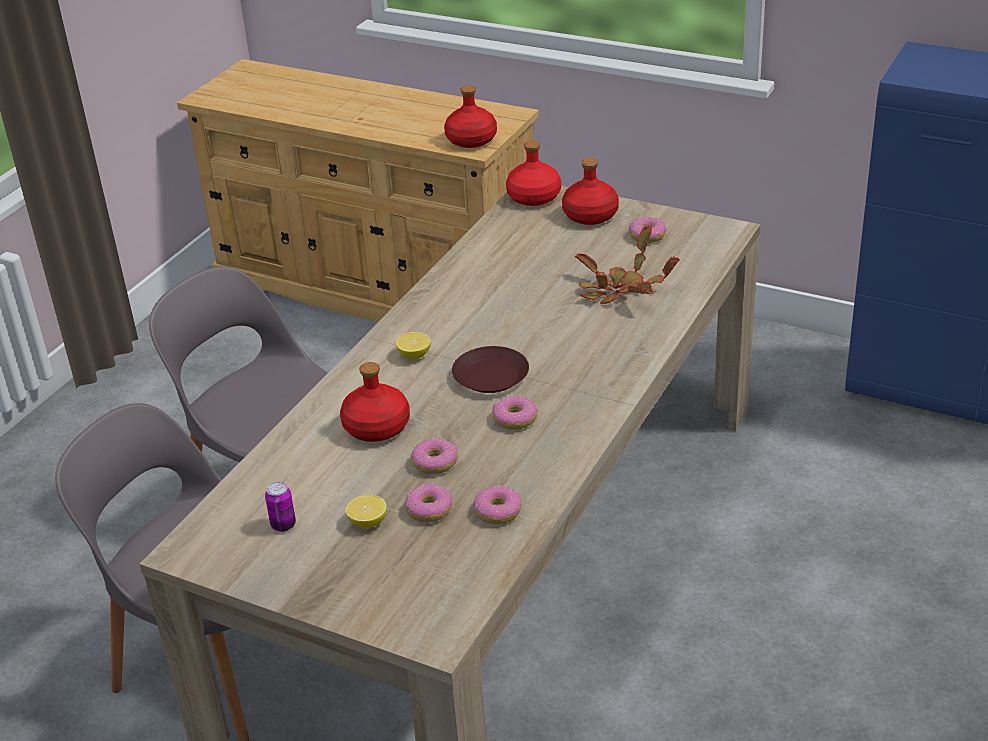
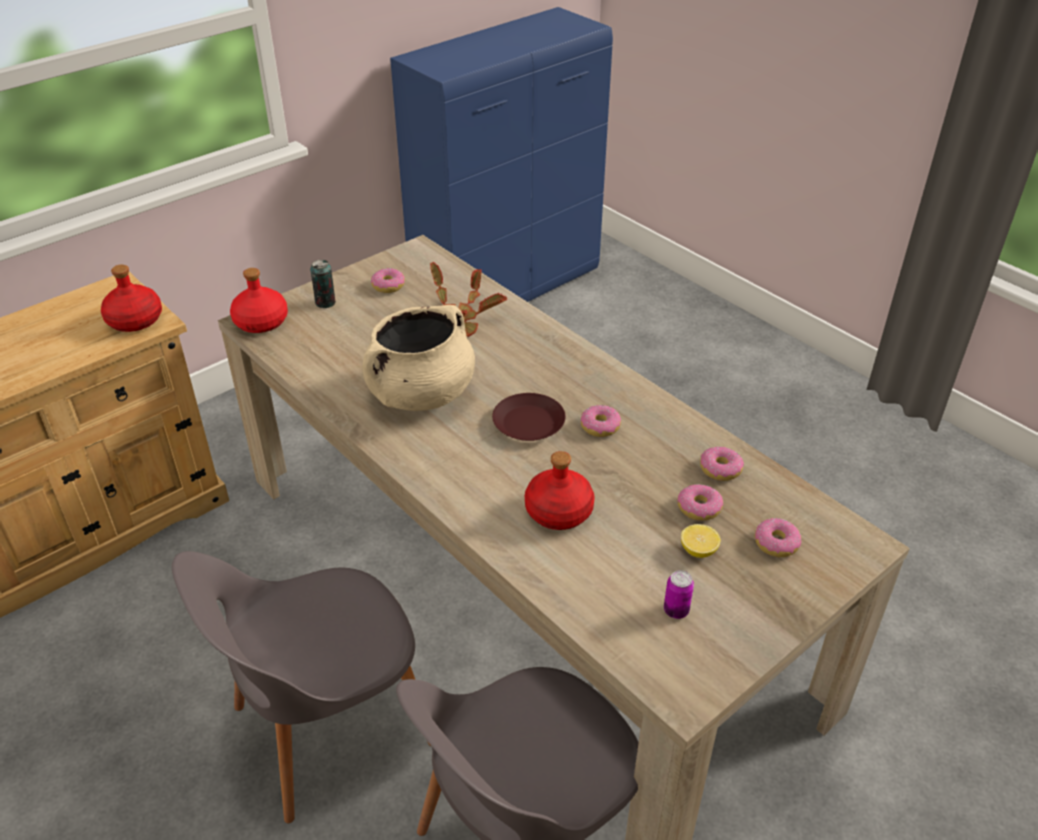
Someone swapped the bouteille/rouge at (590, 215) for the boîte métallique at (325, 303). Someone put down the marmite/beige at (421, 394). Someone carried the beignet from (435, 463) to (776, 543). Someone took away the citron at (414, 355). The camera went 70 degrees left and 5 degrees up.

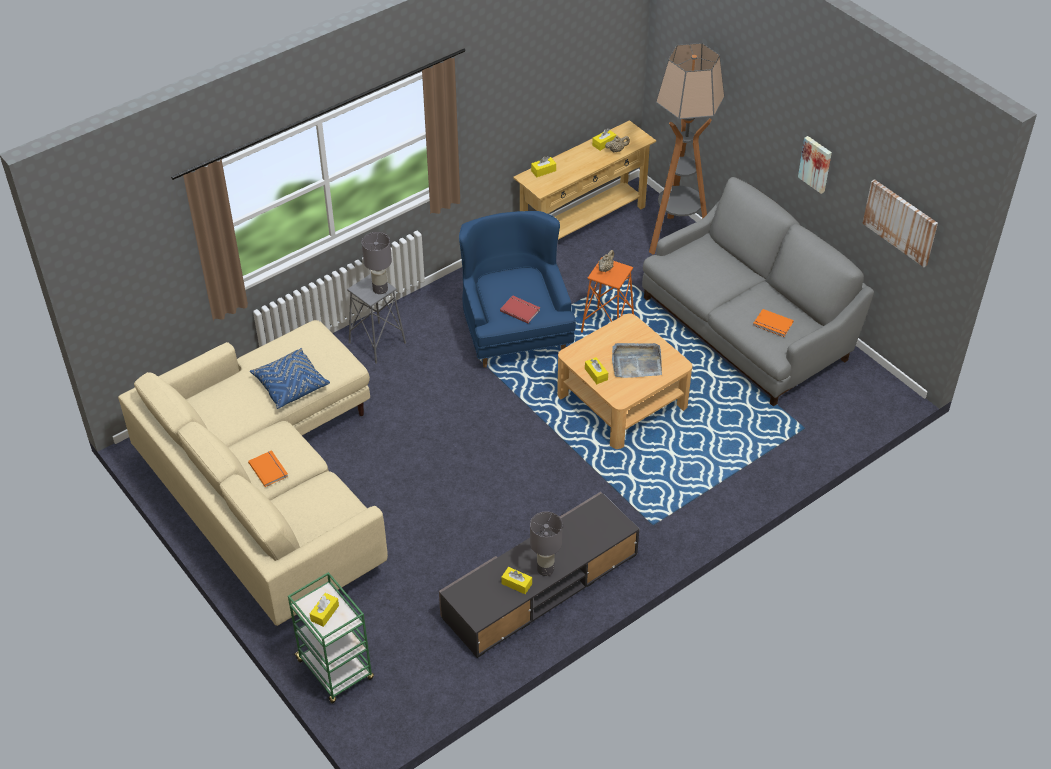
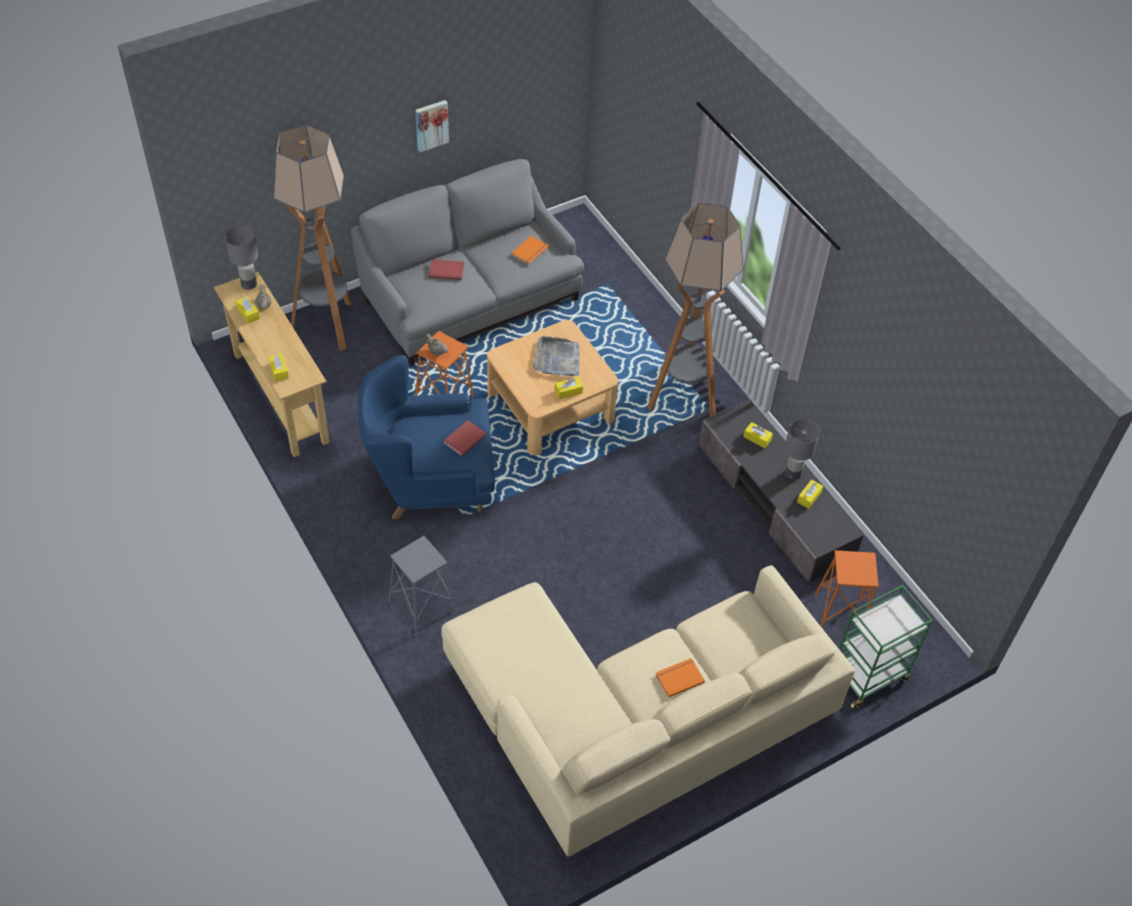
Someone carried the lampe de table/gris from (380, 289) to (249, 284). Someone put down the livre/rouge at (446, 270). Someone put down the lampadaire at (683, 400). Someone carried the boîte à mouchoirs/jaune from (324, 613) to (757, 438). Someone put down the tabouret/orange at (839, 615). Someone took away the coussin/bleu at (290, 385). Someone took away the tableau at (900, 222). The camera went 85 degrees left and 5 degrees up.

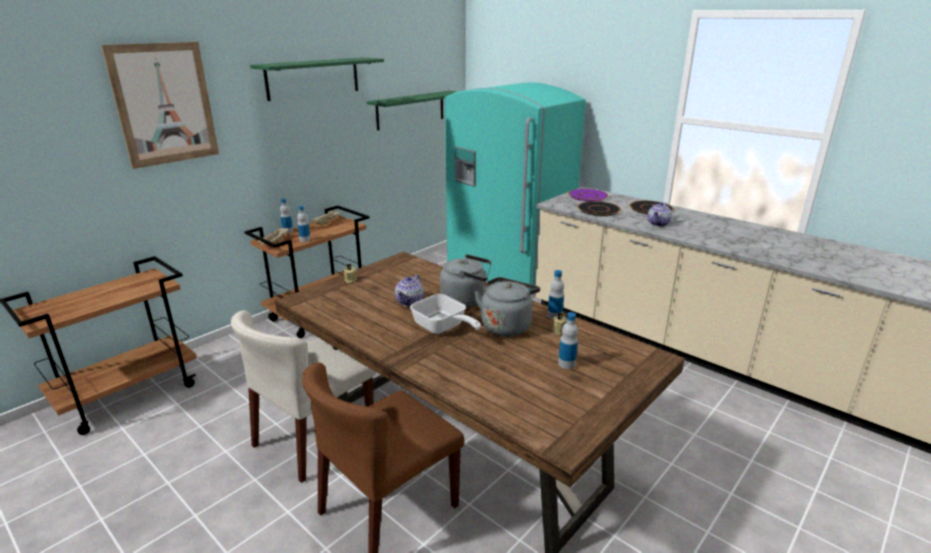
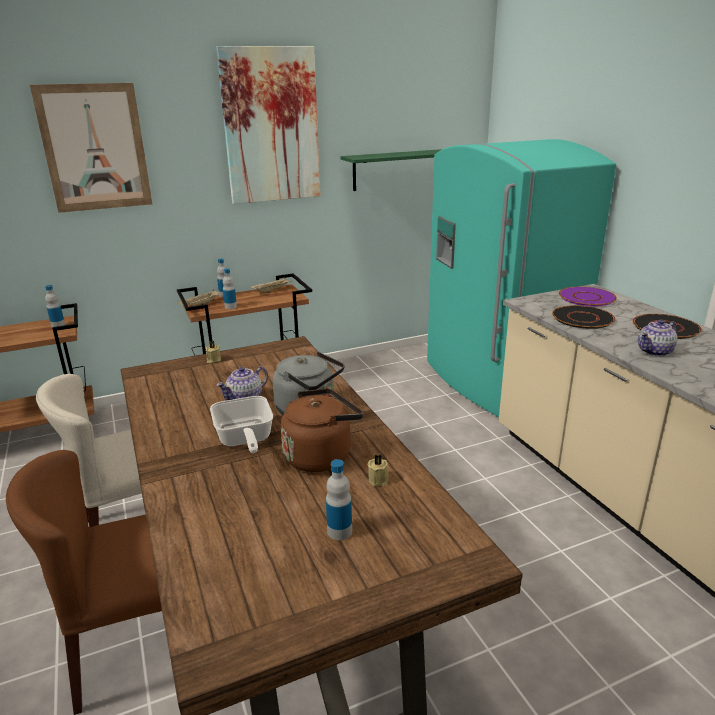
Someone carried the bouteille from (554, 316) to (58, 325). Someone swapped the étagère/vert at (313, 78) for the tableau at (271, 126). Someone repainted the bouilloire/gris at (507, 325), which became the bouilloire/marron at (321, 455). The camera went 25 degrees right and 0 degrees up.

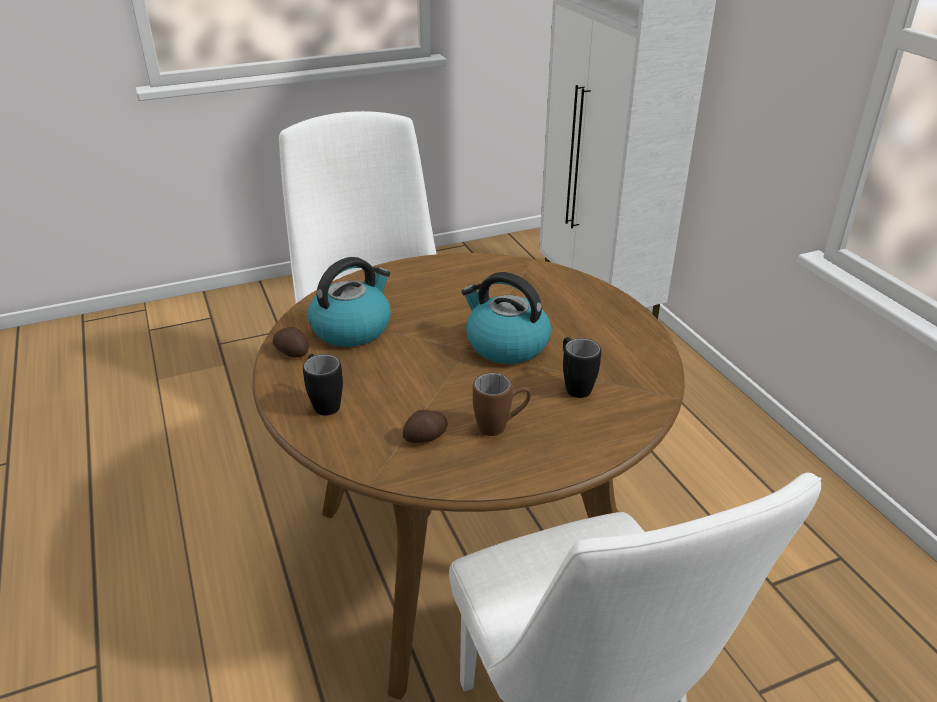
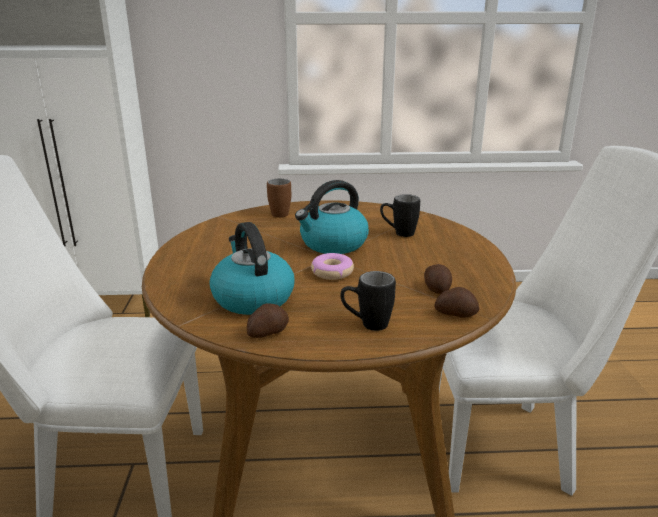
Someone carried the mug/marron from (501, 427) to (281, 212). Someone put down the beignet at (332, 272). Someone put down the pomme de terre at (455, 313). The camera went 70 degrees left and 10 degrees down.

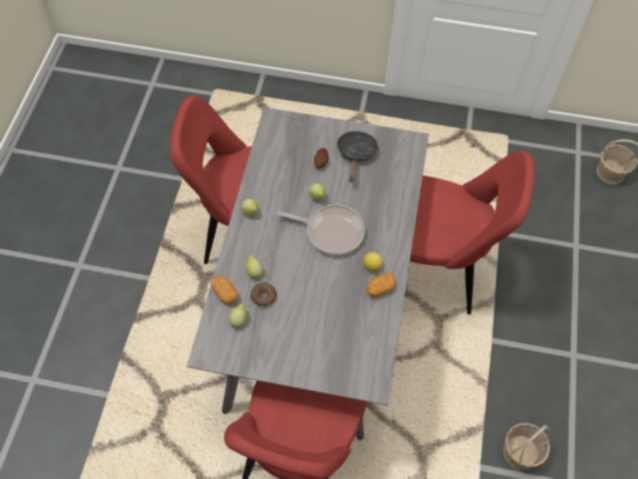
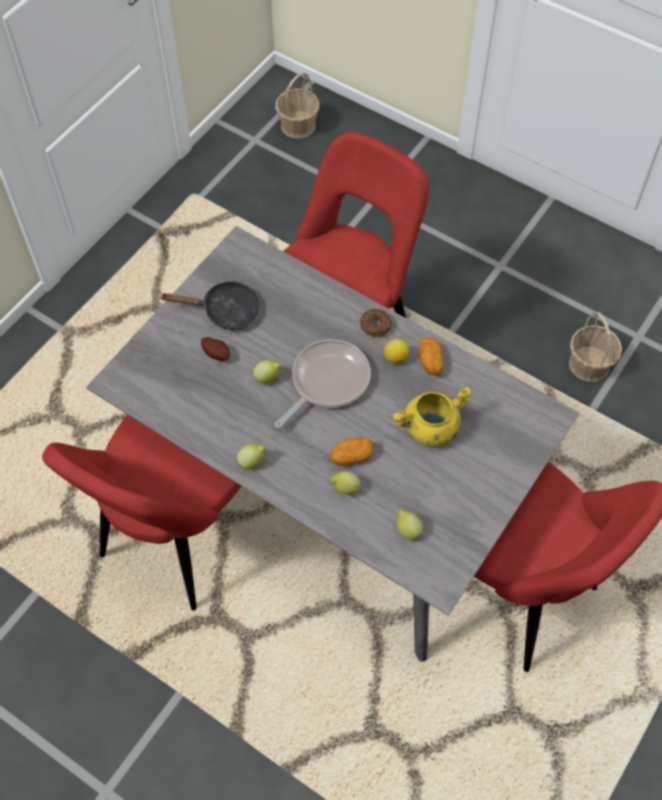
Someone rotated the poêle/noir at (356, 154) by 150 degrees clockwise. Someone carried the pomme de terre from (225, 293) to (351, 456). Someone carried the beignet from (263, 296) to (375, 326). Someone put down the marmite/jaune at (430, 428). The camera went 65 degrees left and 0 degrees up.

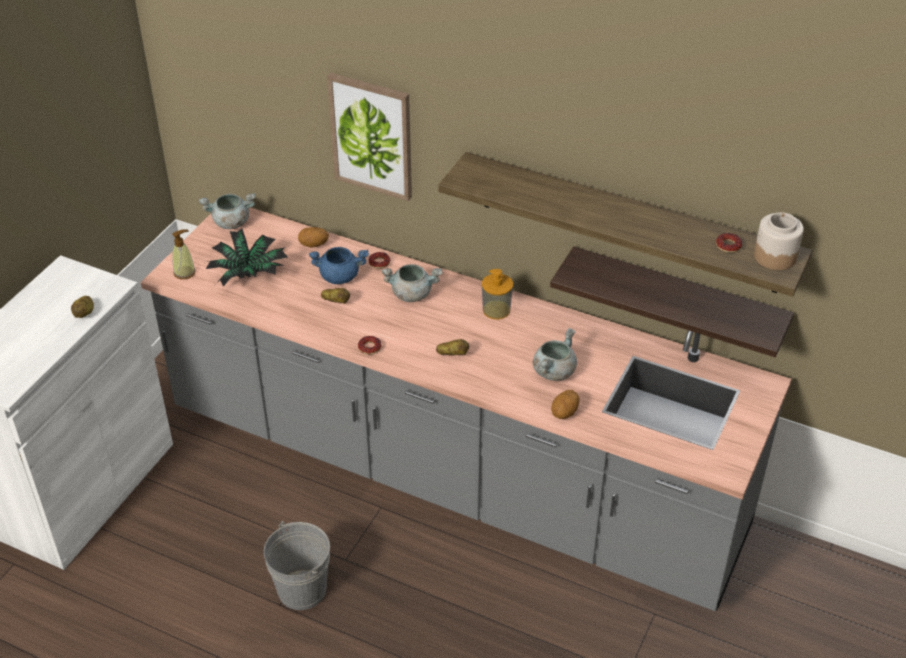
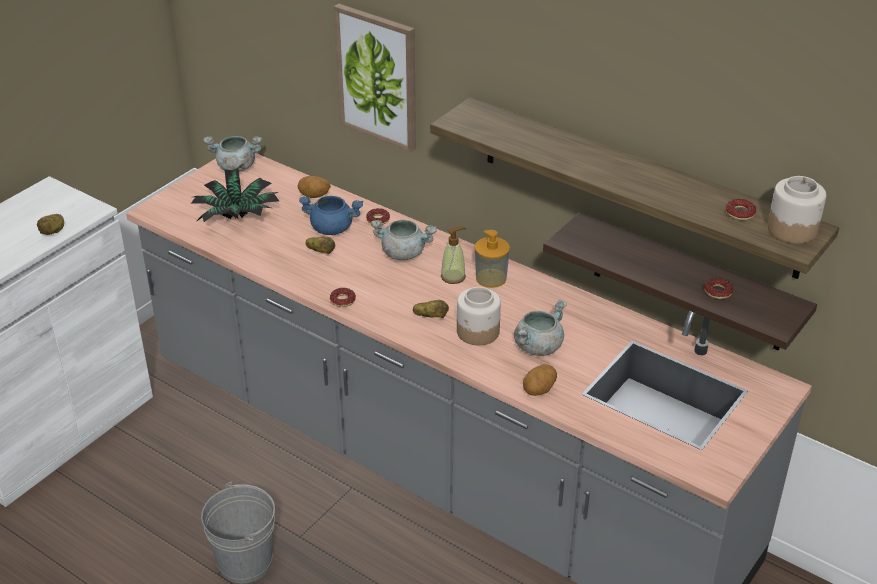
Someone carried the distributeur de savon from (185, 272) to (453, 277). Someone put down the bocal at (478, 332). Someone put down the beignet at (717, 291). The camera went 10 degrees right and 5 degrees down.

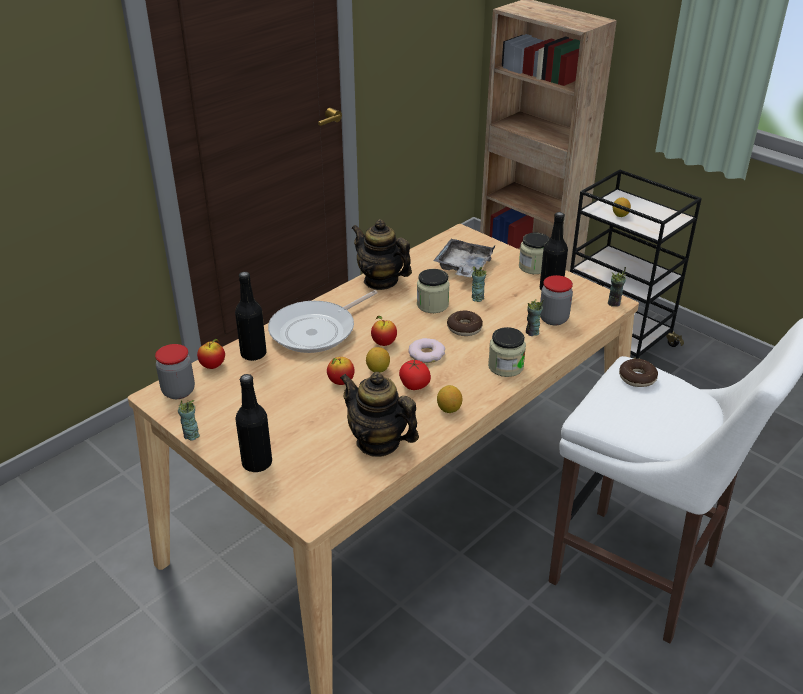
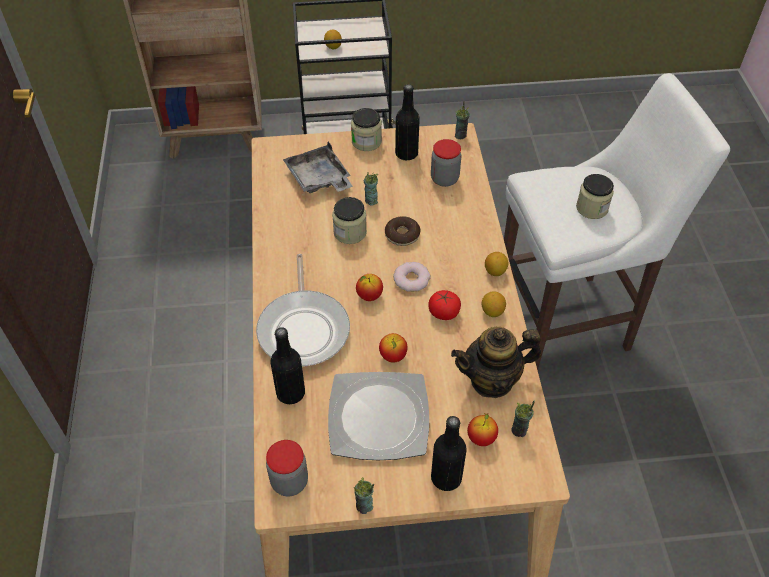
Someone put down the assiette at (379, 416). Someone carried the pomme from (213, 366) to (481, 438). Someone carried the citron from (378, 369) to (495, 271). Someone carried the tasse from (532, 332) to (519, 430). Someone carried the bocal from (505, 366) to (592, 208). Someone took away the théière at (381, 281). Someone took away the beignet at (637, 378). The camera went 50 degrees left and 15 degrees up.

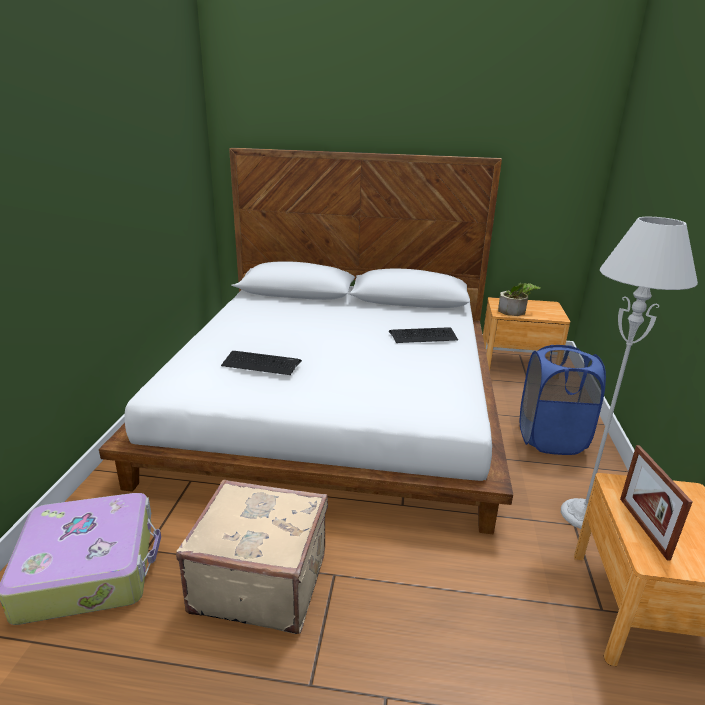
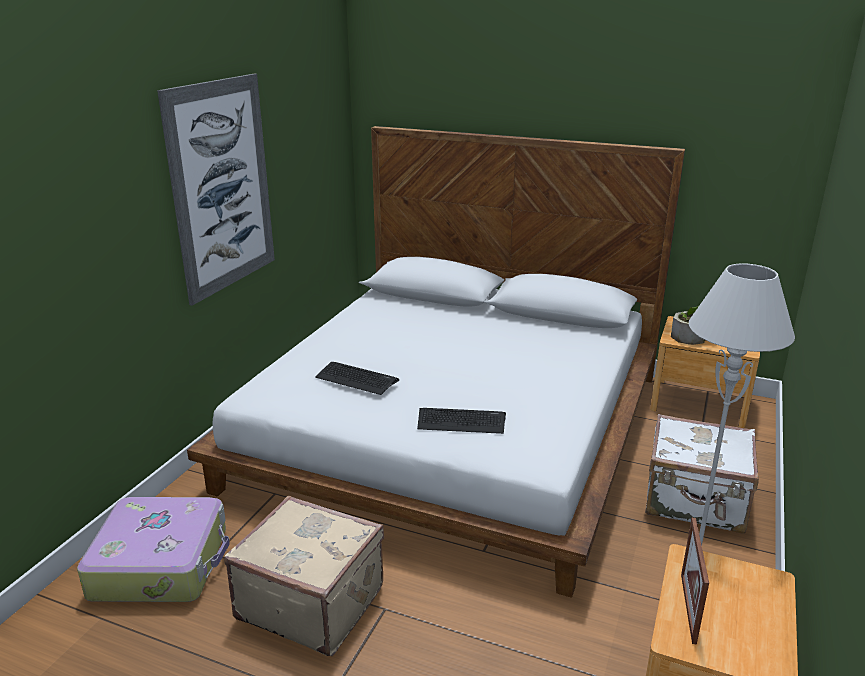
Someone put up the tableau at (222, 186). Someone carried the clavier from (423, 336) to (461, 421). Someone swapped the panier à linge/bleu at (551, 439) for the valise/blanc at (695, 502). The camera went 15 degrees right and 0 degrees up.

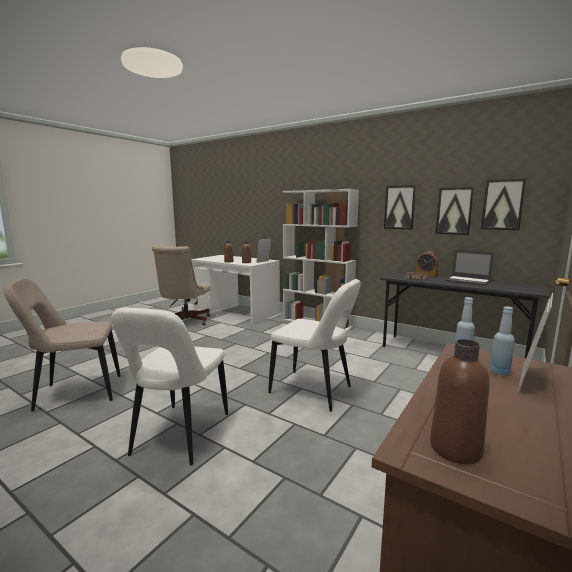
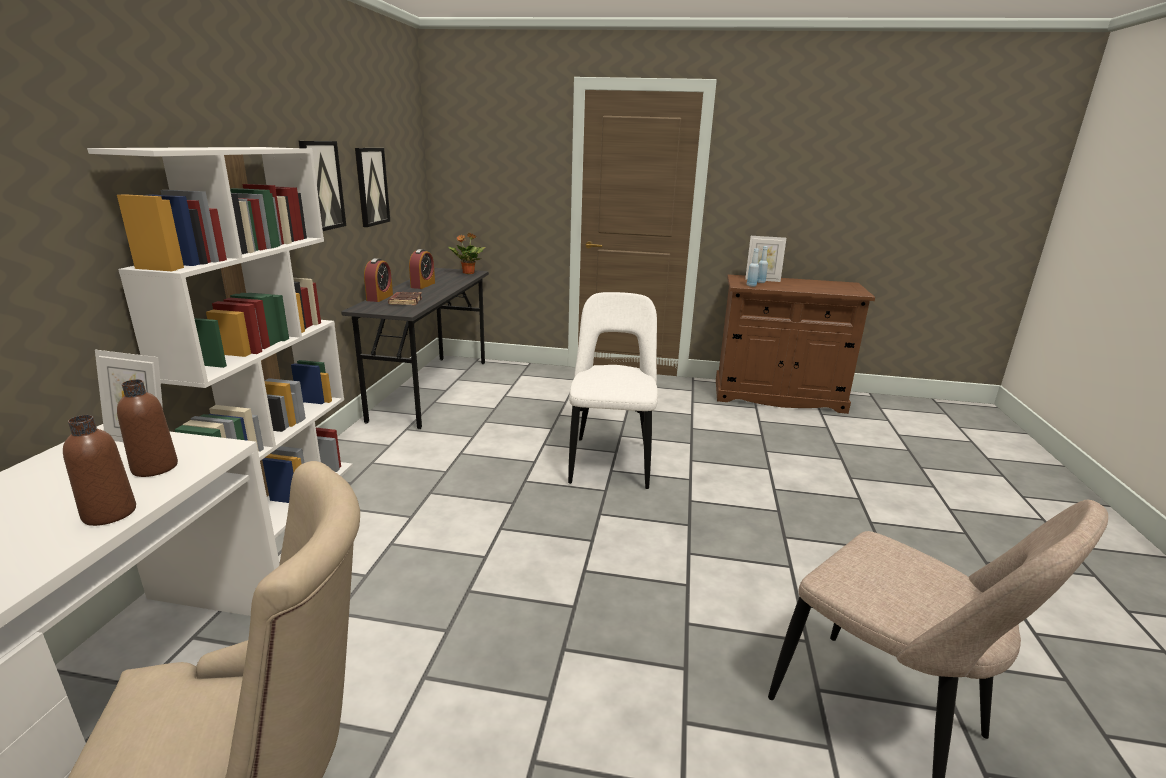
Someone swapped the ordinateur portable at (468, 281) for the réveil at (423, 285). Someone put down the plante en pot at (468, 273). Someone took away the chaise/blanc at (179, 436). Someone took away the bouteille/marron at (455, 449). Someone took away the tableau at (502, 204). The camera went 115 degrees left and 10 degrees up.

